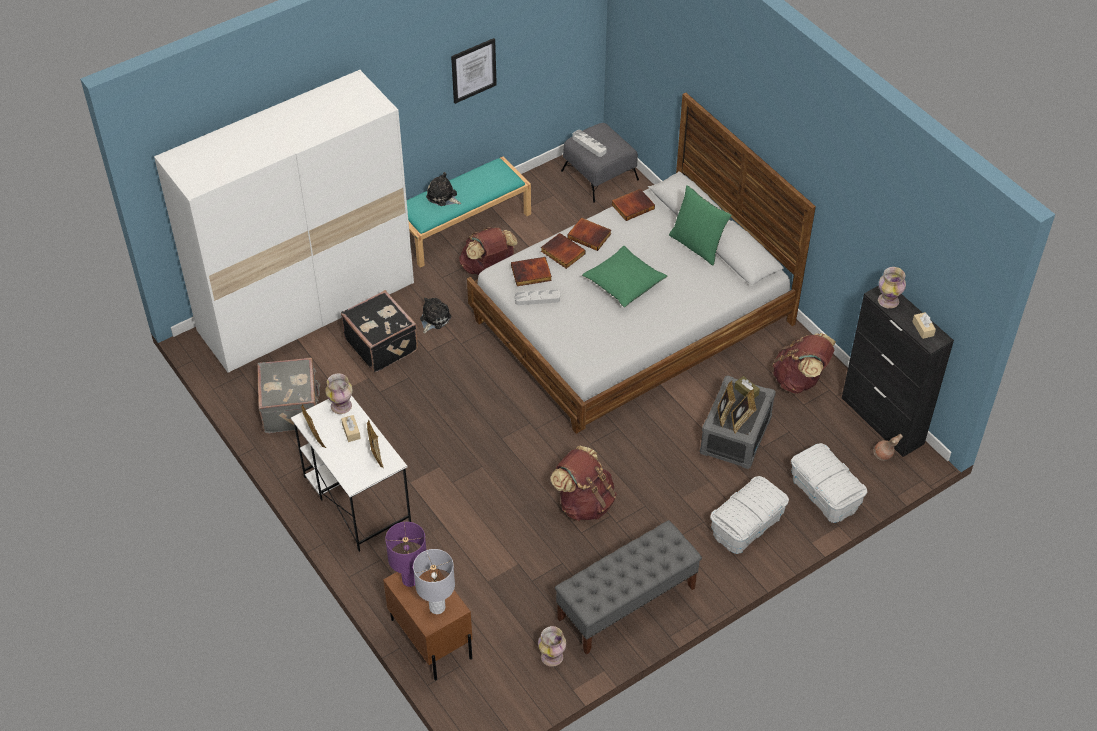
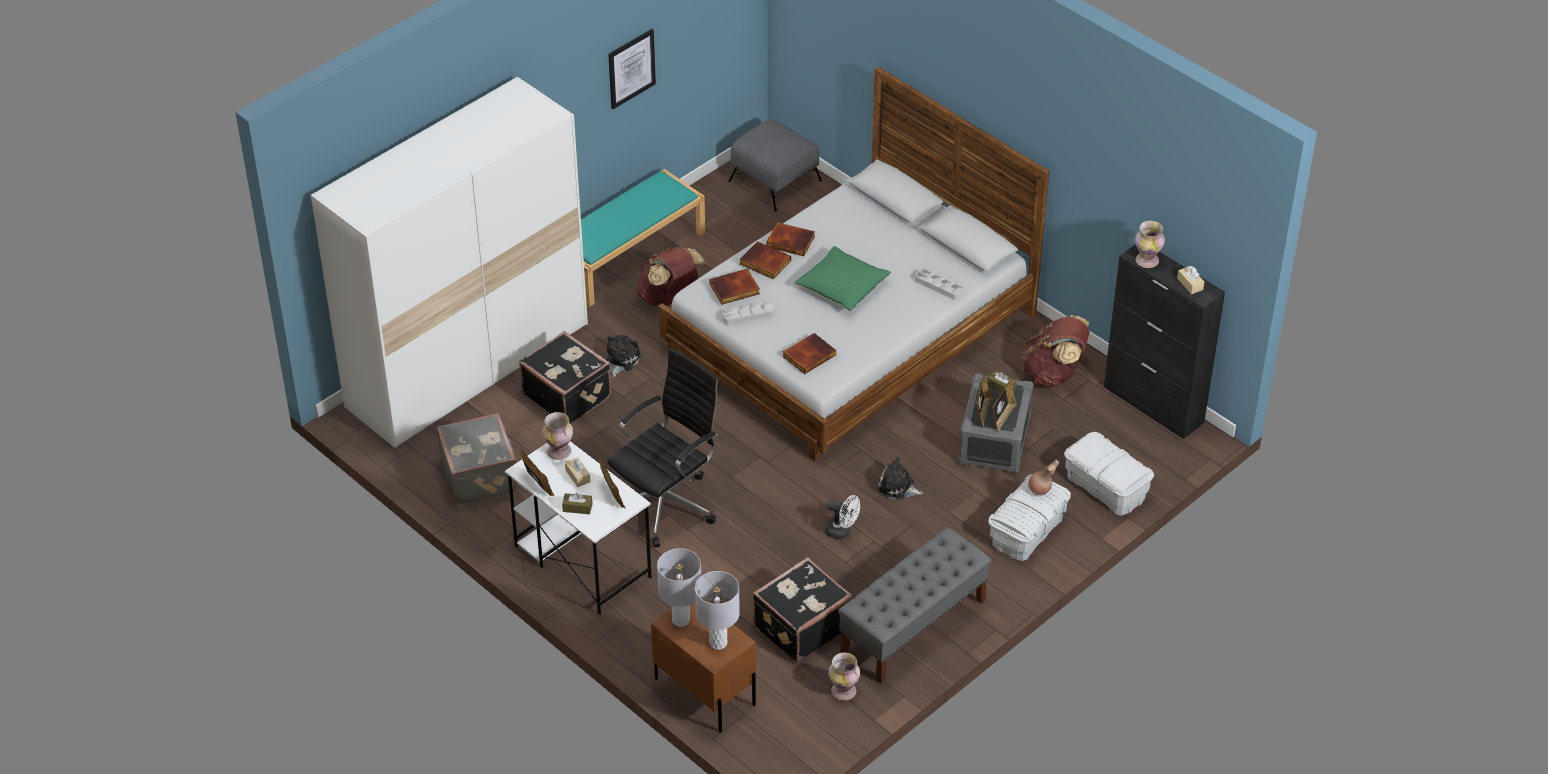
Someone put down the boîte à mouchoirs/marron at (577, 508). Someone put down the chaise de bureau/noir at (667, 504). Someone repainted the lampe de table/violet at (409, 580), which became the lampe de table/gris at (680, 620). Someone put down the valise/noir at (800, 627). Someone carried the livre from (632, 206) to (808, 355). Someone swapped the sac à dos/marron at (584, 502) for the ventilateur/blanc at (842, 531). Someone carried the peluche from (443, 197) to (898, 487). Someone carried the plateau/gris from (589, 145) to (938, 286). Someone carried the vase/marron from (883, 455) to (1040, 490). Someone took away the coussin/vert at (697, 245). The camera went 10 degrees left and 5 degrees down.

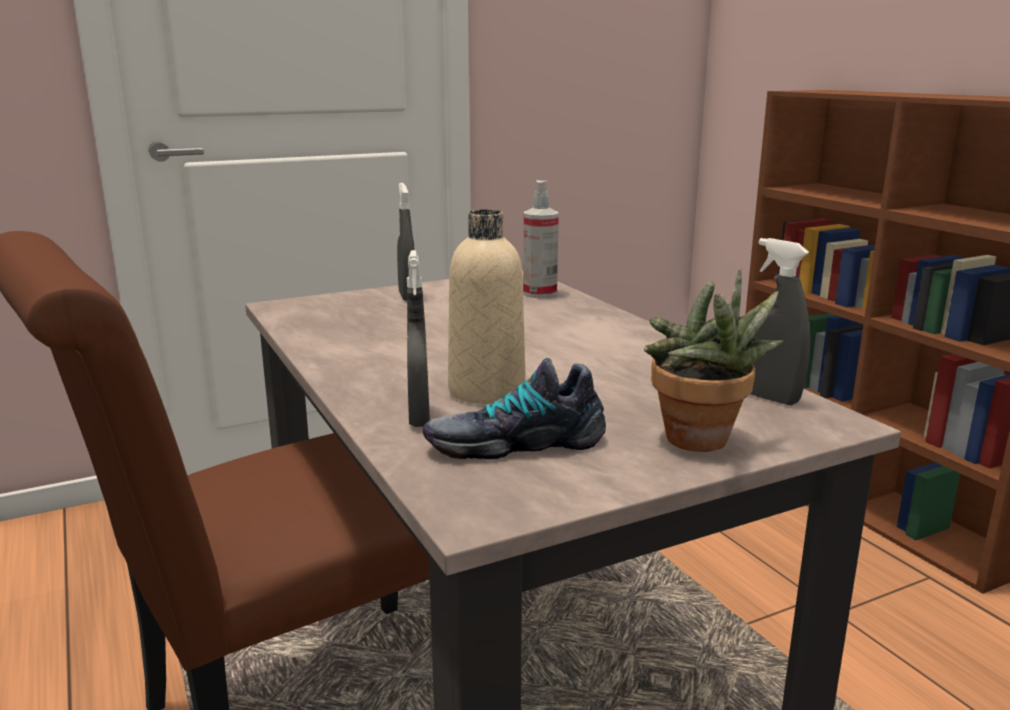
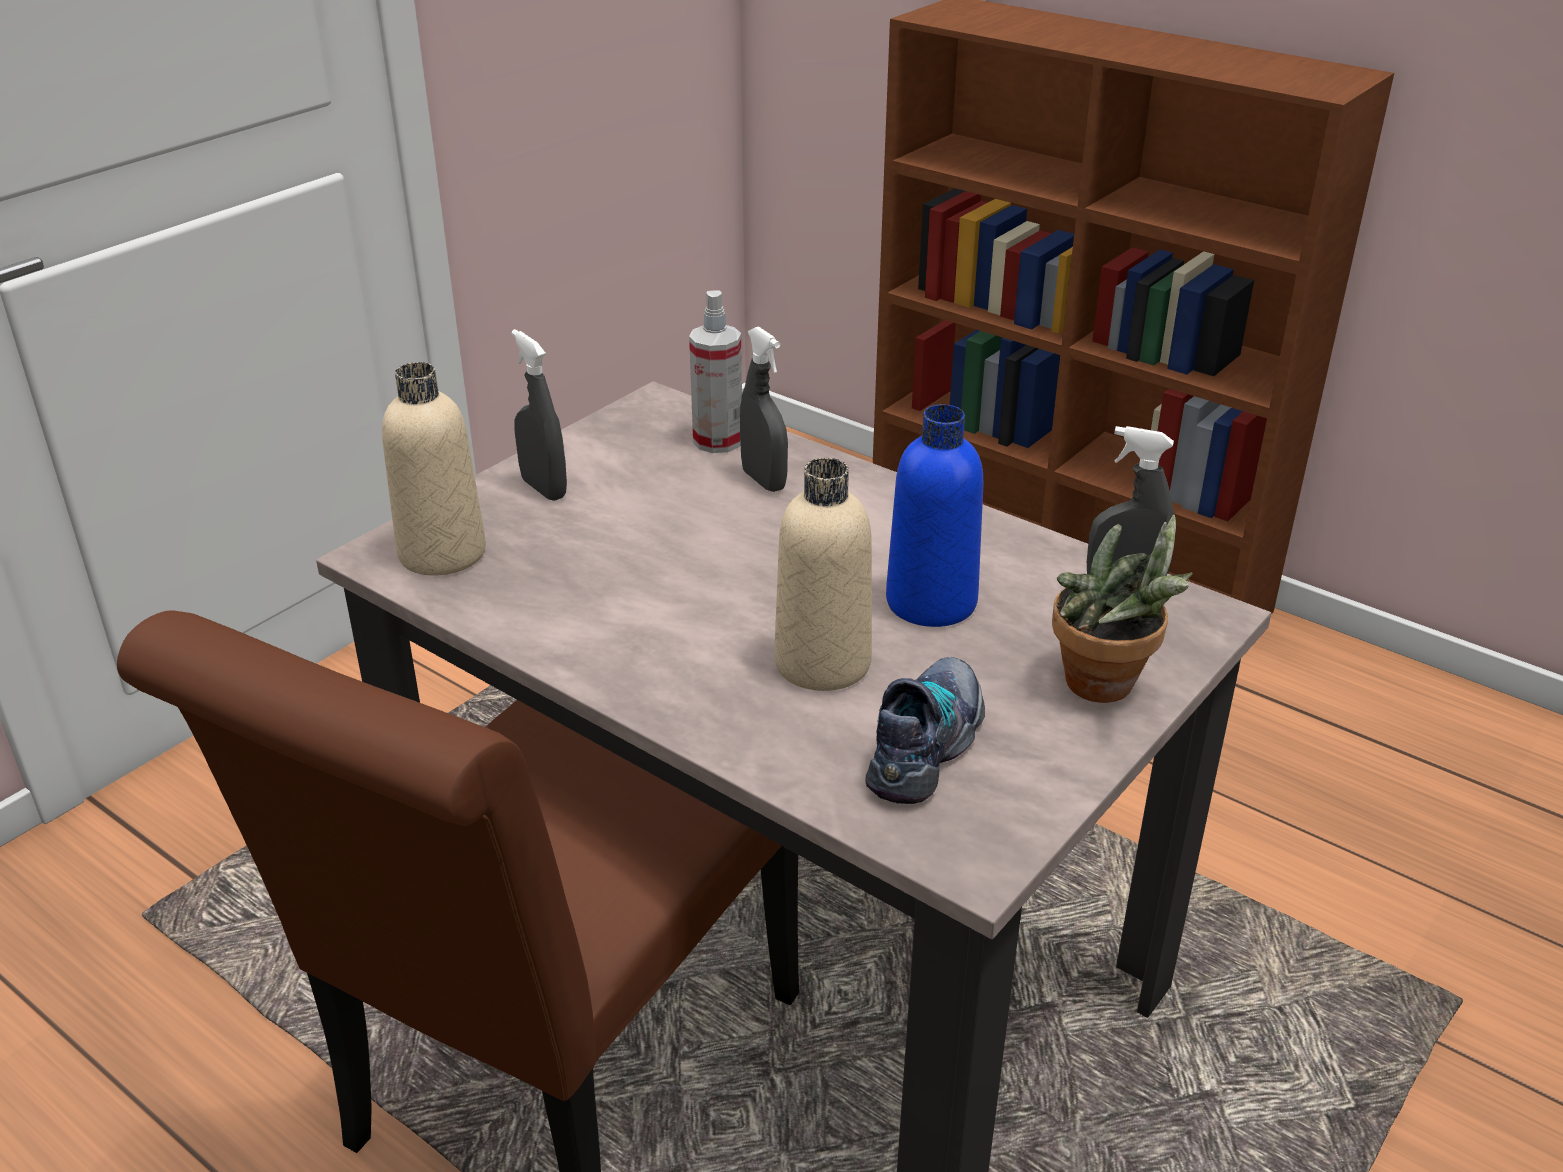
Someone put down the bouteille/beige at (442, 553). Someone carried the vaporisateur/gris from (419, 417) to (764, 480). Someone rotated the chaussure at (515, 443) by 150 degrees clockwise. Someone put down the bouteille/bleu at (931, 602). The camera went 25 degrees left and 15 degrees up.

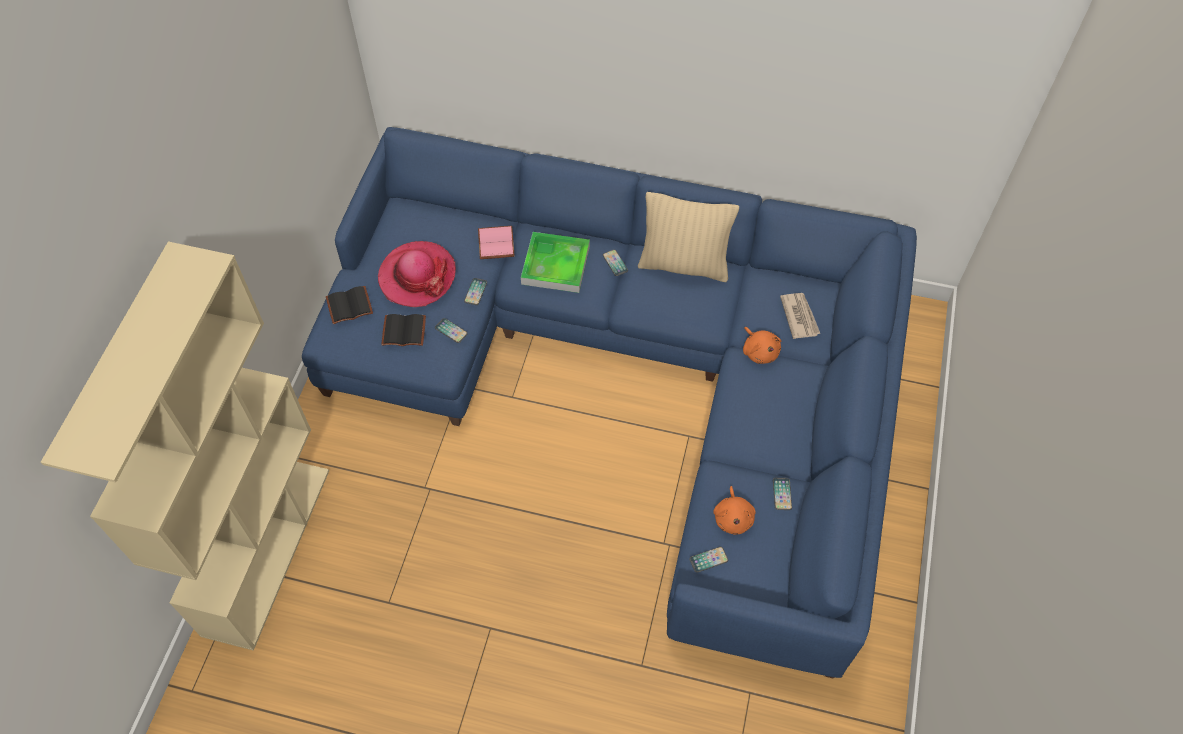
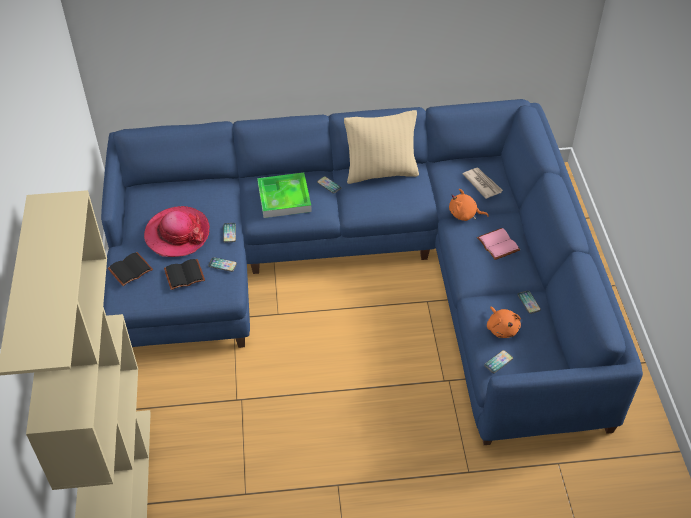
Someone rotated the peluche/orange at (759, 351) by 150 degrees clockwise. Someone carried the livre/rose from (495, 243) to (496, 244). The camera went 20 degrees left and 10 degrees down.

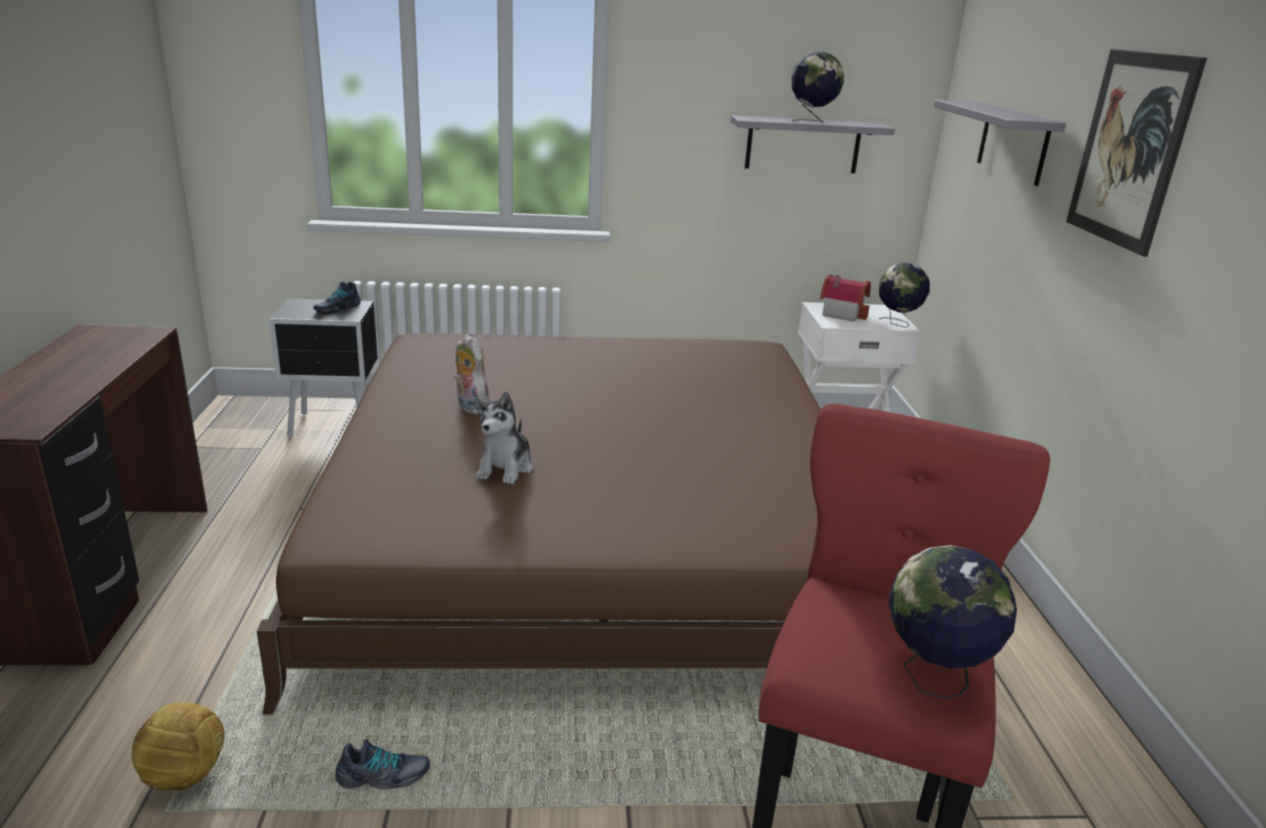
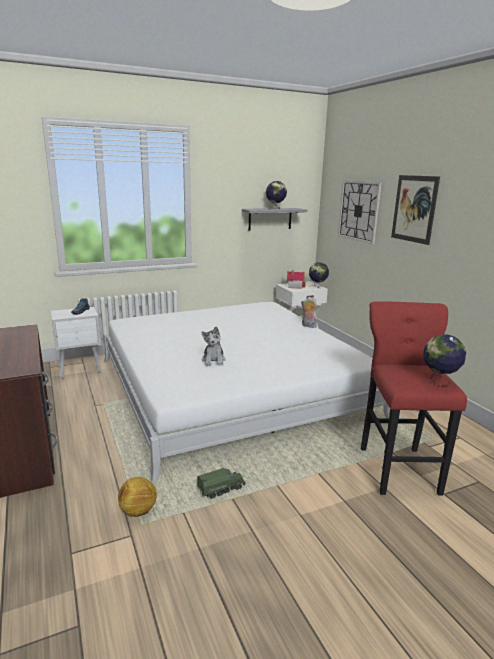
Someone repainted the table de chevet/noir at (336, 427), which became the table de chevet/blanc at (81, 370). Someone repainted the lit/marron at (593, 529), which became the lit/blanc at (231, 387). Someone swapped the chaussure at (383, 777) for the camion jouet at (221, 489). Someone carried the peluche from (470, 407) to (308, 326). Someone swapped the étagère/gris at (1013, 142) for the horloge murale at (359, 211). The camera went 20 degrees left and 5 degrees down.

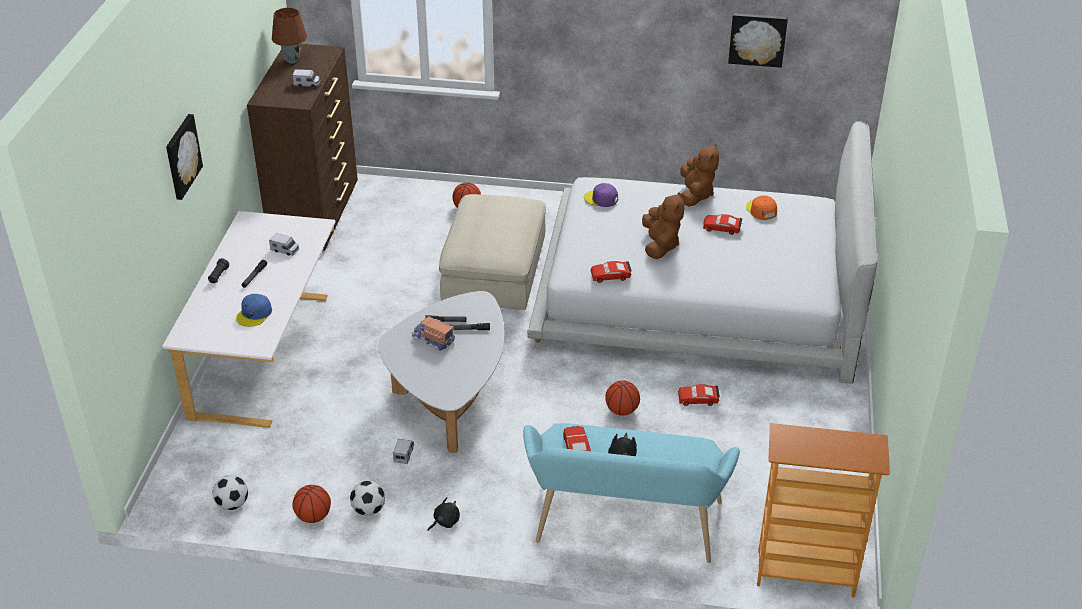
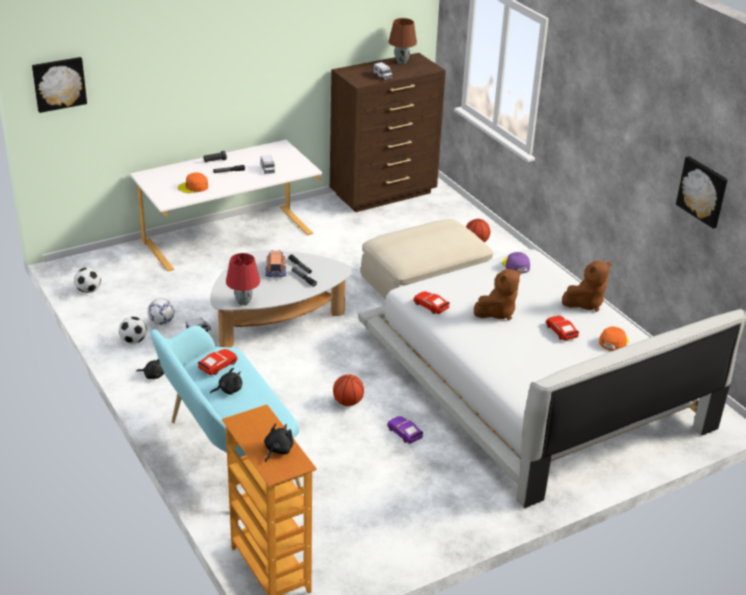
Someone carried the tableau from (181, 156) to (59, 83). Someone put down the ballon de foot at (161, 322). Someone repainted the casquette/bleu at (254, 314), which became the casquette/orange at (193, 187). Someone put down the lampe de table/rouge at (243, 302). Someone put down the peluche/noir at (277, 450). Someone repainted the petite voiture/rouge at (698, 399), which became the petite voiture/violet at (404, 433). Someone took away the ballon de basket at (313, 516). The camera went 50 degrees right and 5 degrees down.

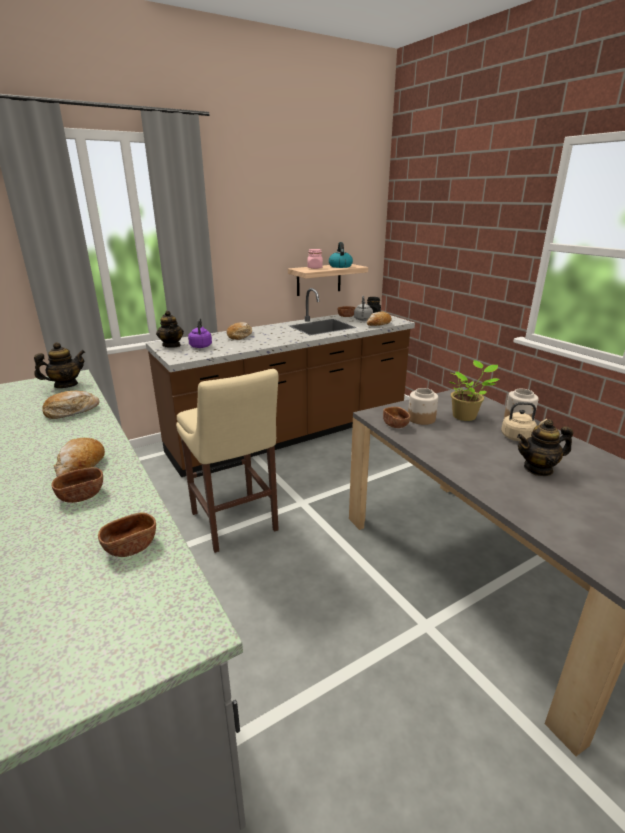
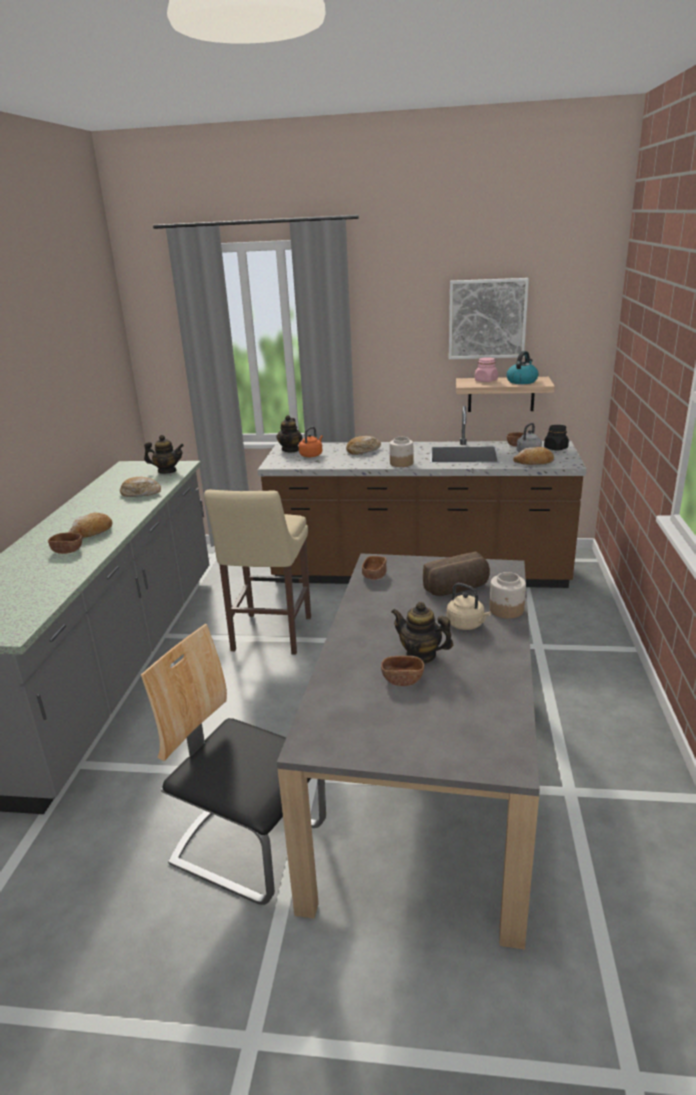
Someone put down the chaise at (249, 843). Someone repainted the bouilloire/violet at (201, 346), which became the bouilloire/orange at (312, 455). Someone carried the bol/marron from (131, 546) to (402, 679). Someone carried the bocal from (421, 419) to (401, 463). Someone swapped the plante en pot at (466, 416) for the pain at (457, 589). Someone put up the tableau at (487, 319). The camera went 40 degrees right and 0 degrees up.

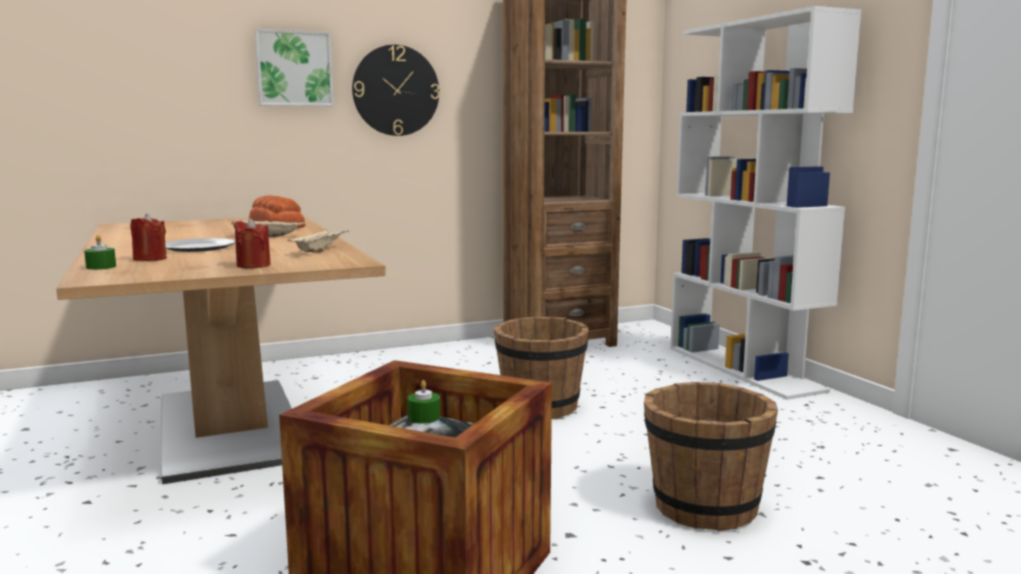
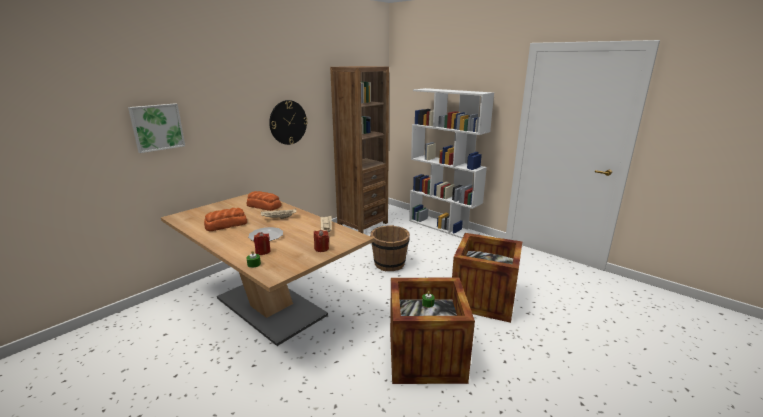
Someone carried the tableau from (294, 68) to (157, 127). Someone put down the pain at (225, 225). Someone swapped the seau/marron at (704, 507) for the caisse at (483, 299). The camera went 25 degrees left and 10 degrees up.

